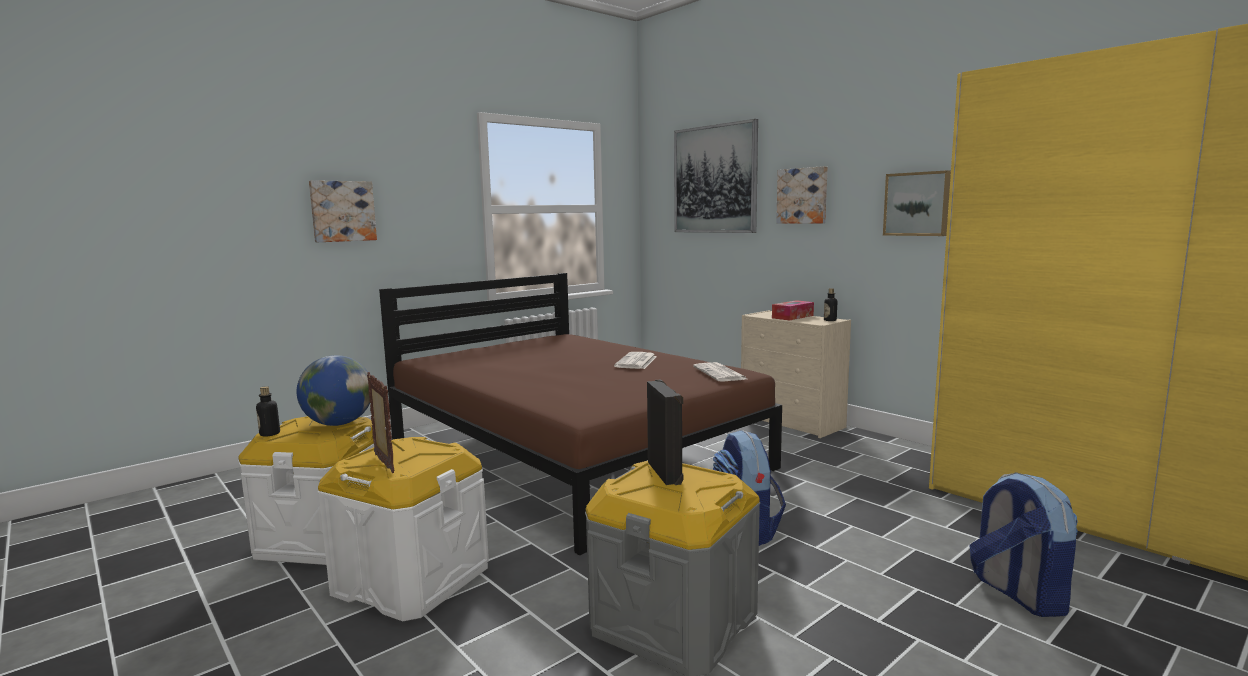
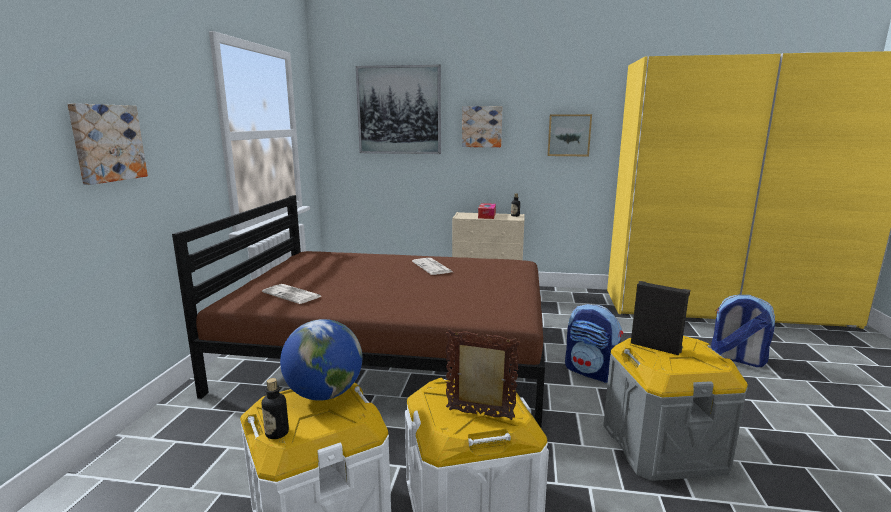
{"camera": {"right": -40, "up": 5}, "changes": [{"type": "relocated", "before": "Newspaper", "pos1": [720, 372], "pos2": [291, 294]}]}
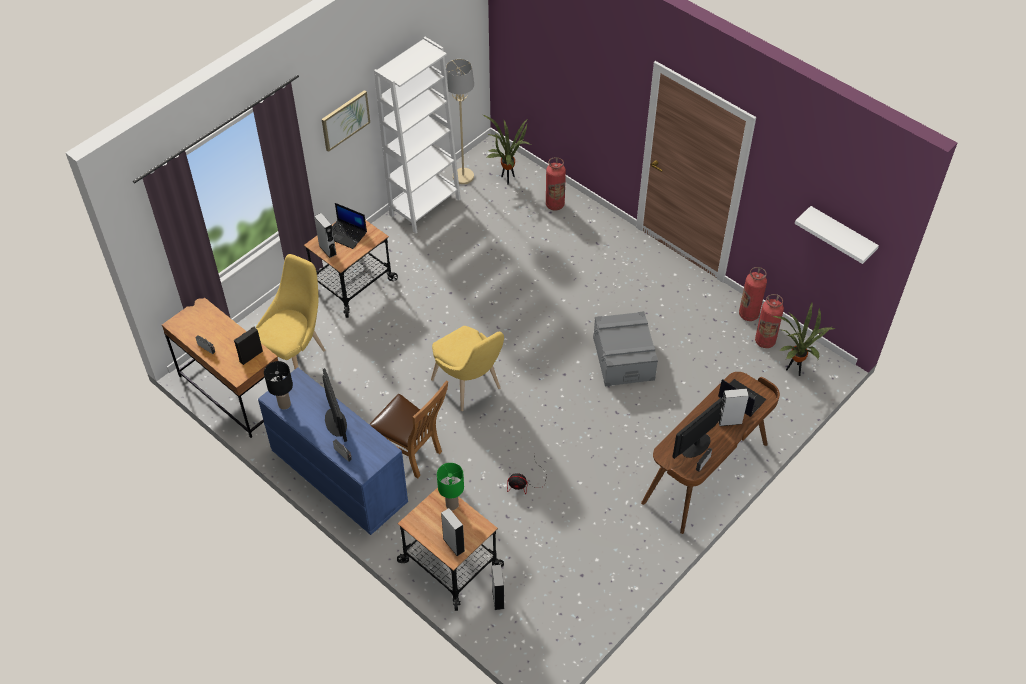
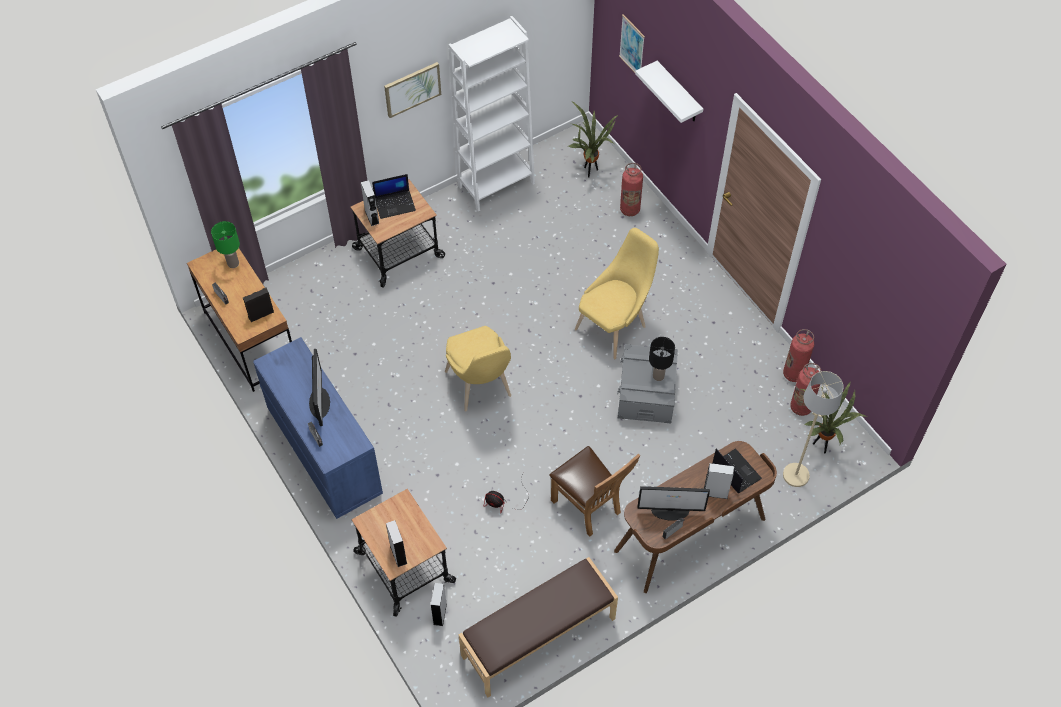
{"camera": {"right": 15, "up": 5}, "changes": [{"type": "relocated", "before": "SandColouredStandingLamp", "pos1": [460, 121], "pos2": [813, 429]}, {"type": "spun", "before": "NotebookComputer", "pos1": [349, 226], "pos2": [394, 196], "turn": -60}, {"type": "relocated", "before": "WhiteColouredShelf", "pos1": [836, 235], "pos2": [669, 92]}, {"type": "relocated", "before": "YellowishUprightChair", "pos1": [290, 311], "pos2": [617, 293]}, {"type": "relocated", "before": "BlackColouredTabletopLamp", "pos1": [278, 385], "pos2": [662, 359]}, {"type": "relocated", "before": "BrownUprightChair", "pos1": [408, 429], "pos2": [595, 491]}, {"type": "spun", "before": "Monitor", "pos1": [697, 428], "pos2": [674, 503], "turn": -150}, {"type": "relocated", "before": "GreenTabletopLamp", "pos1": [450, 486], "pos2": [225, 244]}, {"type": "appeared", "after": "WallArt", "pos2": [632, 43]}, {"type": "appeared", "after": "BrownLongSeat", "pos2": [538, 627]}]}
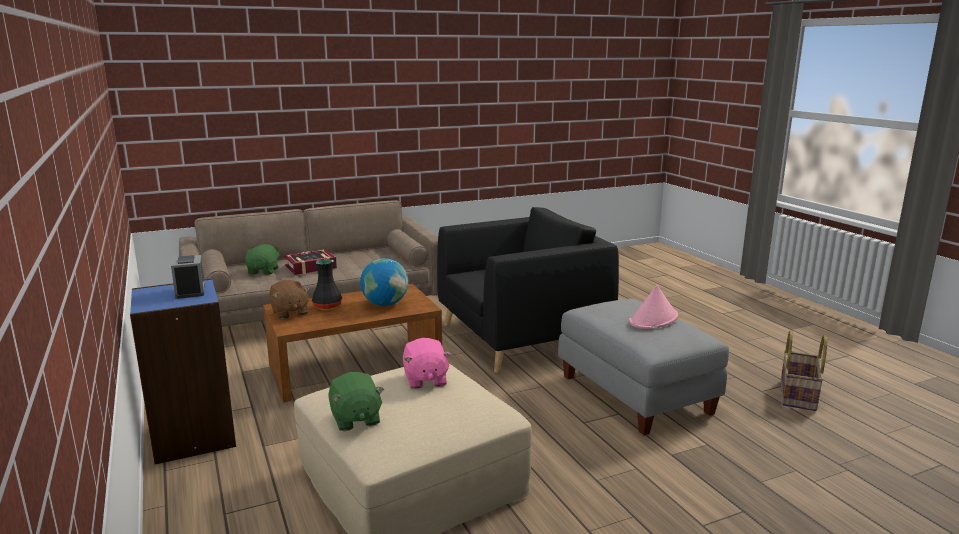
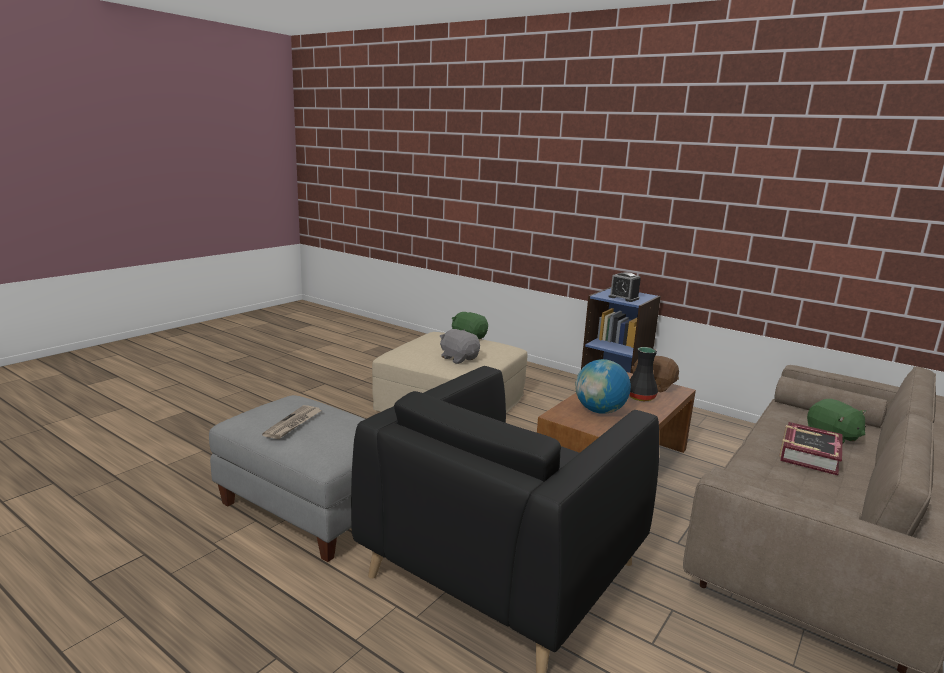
{"camera": {"right": 150, "up": 0}, "changes": [{"type": "exchanged", "before": "PinkishHat", "after": "Newspaper", "pos1": [653, 307], "pos2": [292, 422]}, {"type": "missing", "before": "StorageBasket", "pos1": [804, 371]}, {"type": "colour", "before": "PinkishPlushToy", "after": "GreyPlushToy", "pos1": [427, 363], "pos2": [459, 346]}]}
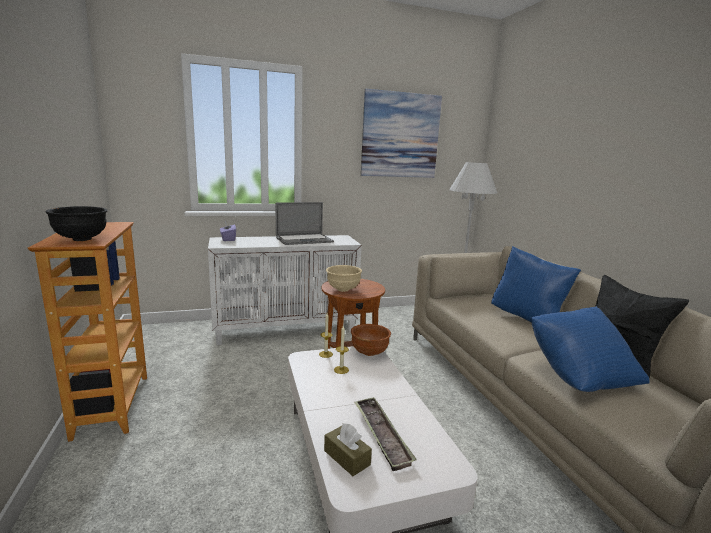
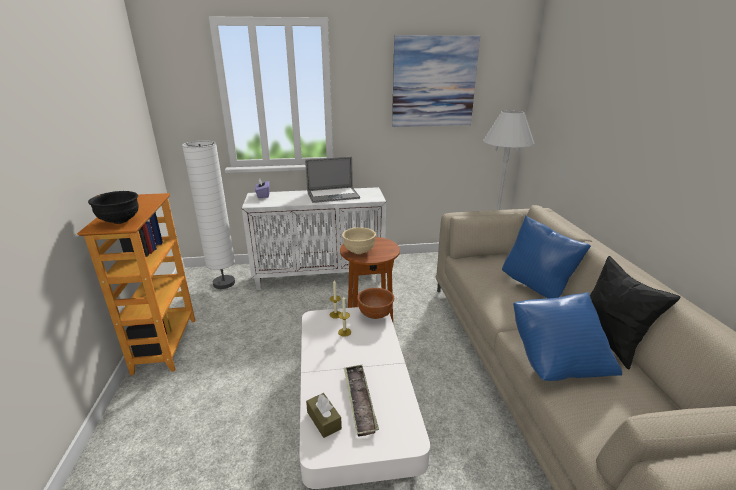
{"camera": {"right": 10, "up": 10}, "changes": [{"type": "appeared", "after": "WhiteColouredStandingLamp", "pos2": [208, 214]}]}
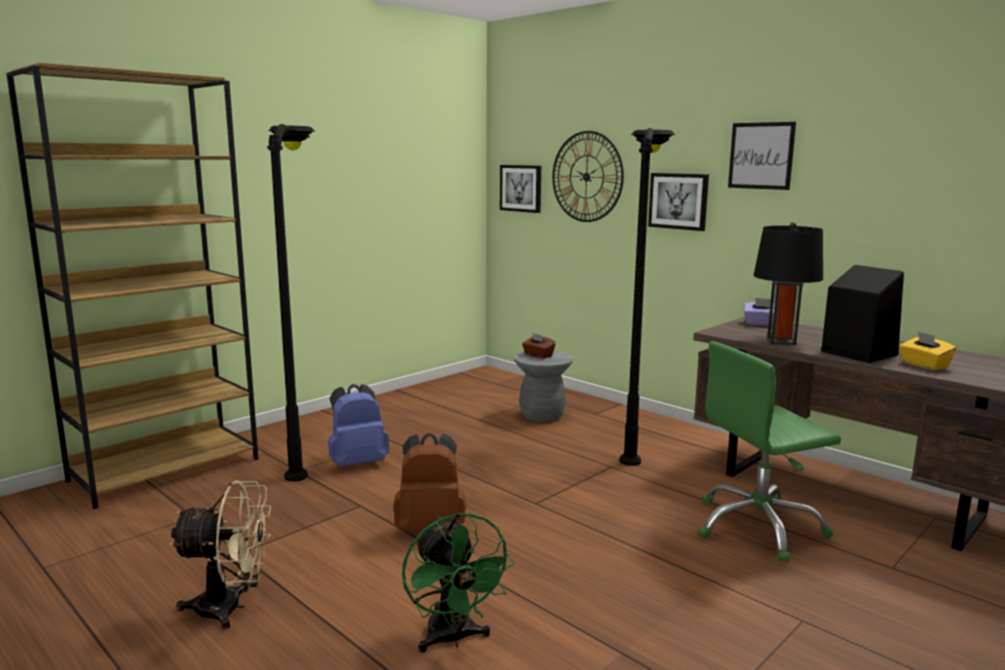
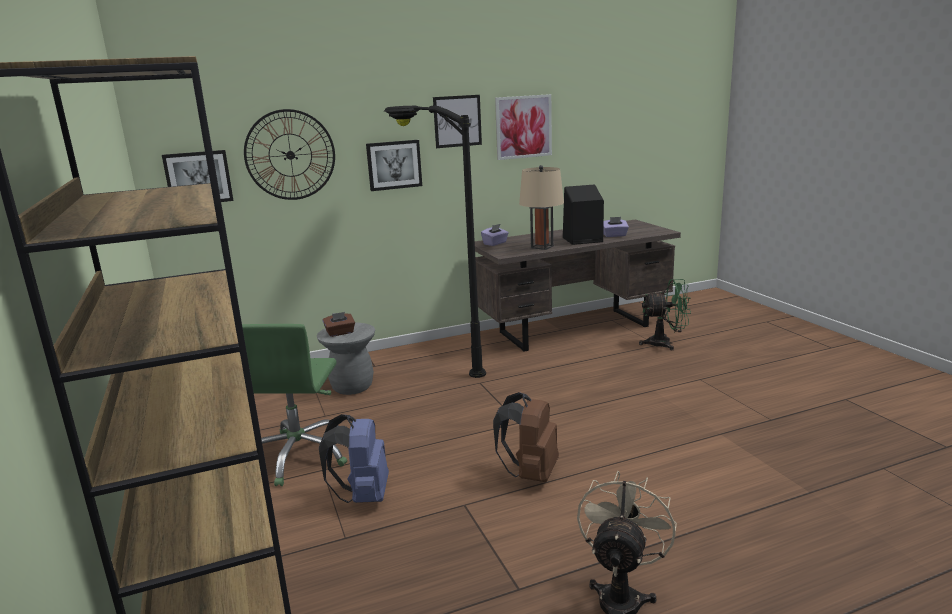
{"camera": {"right": -65, "up": 5}, "changes": [{"type": "missing", "before": "BlackColouredStandingLamp", "pos1": [291, 303]}, {"type": "colour", "before": "BlackColouredTabletopLamp", "after": "SandColouredTabletopLamp", "pos1": [788, 283], "pos2": [541, 207]}, {"type": "colour", "before": "YellowishBoxOfTissues", "after": "PurplishBoxOfTissues", "pos1": [927, 350], "pos2": [616, 227]}, {"type": "relocated", "before": "GreenComputerChair", "pos1": [769, 451], "pos2": [294, 405]}, {"type": "relocated", "before": "GreenElectricFan", "pos1": [458, 582], "pos2": [665, 314]}, {"type": "appeared", "after": "WallArt", "pos2": [523, 127]}]}
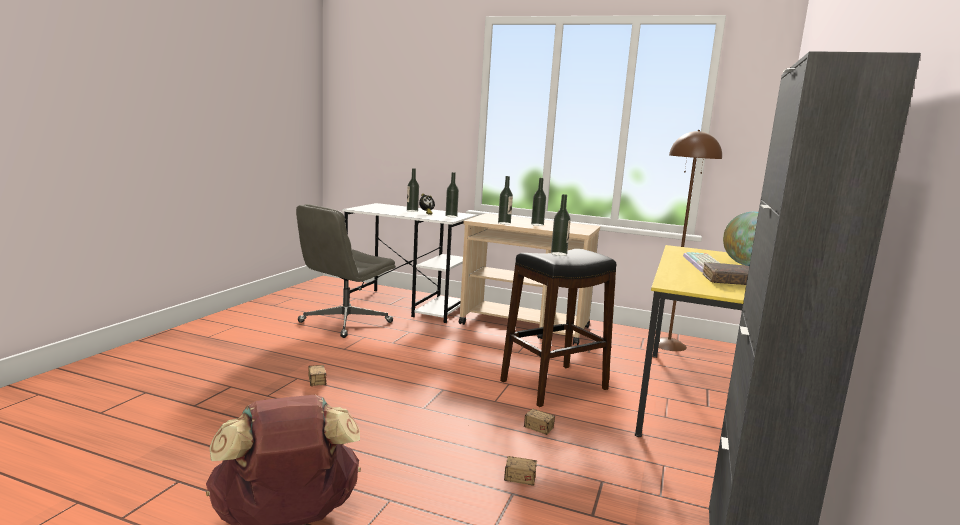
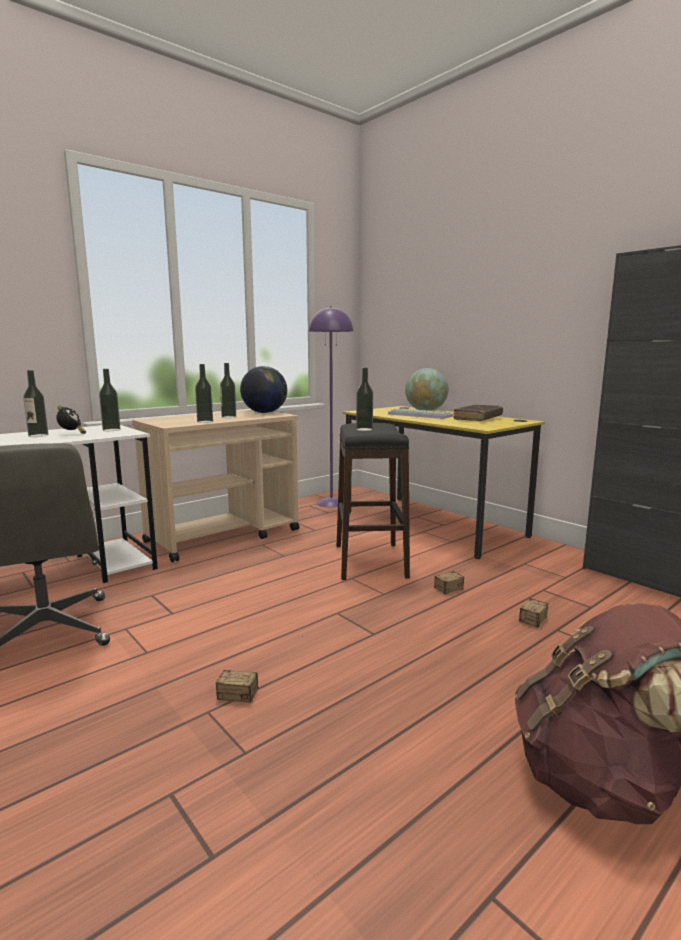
{"camera": {"right": -60, "up": 0}, "changes": [{"type": "colour", "before": "BrownStandingLamp", "after": "PurplishStandingLamp", "pos1": [688, 240], "pos2": [330, 406]}, {"type": "appeared", "after": "DeskGlobe", "pos2": [263, 389]}]}
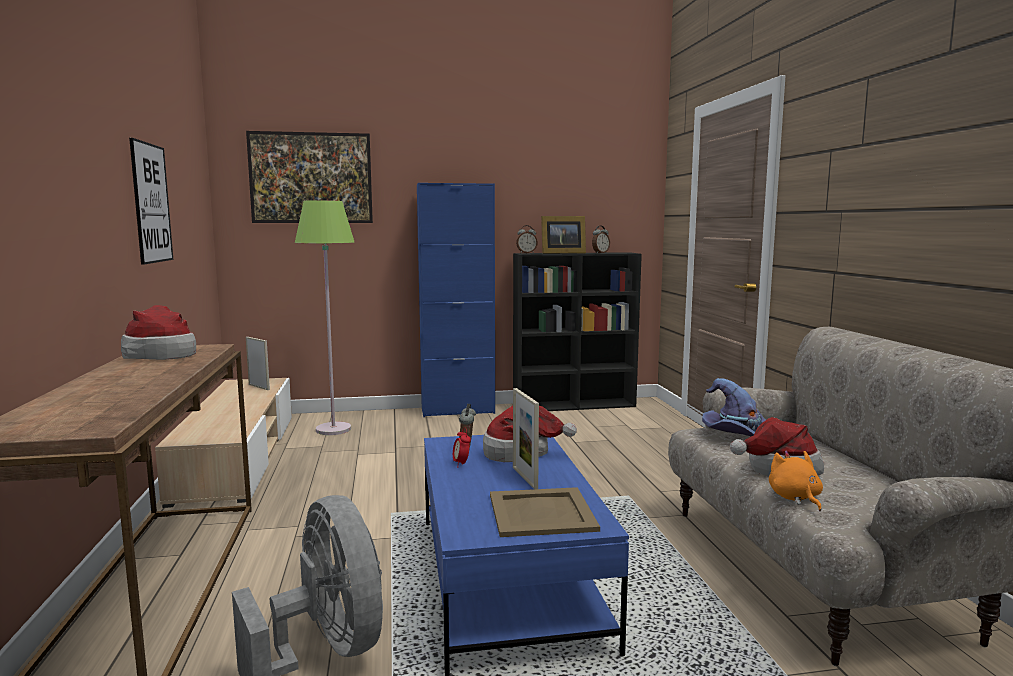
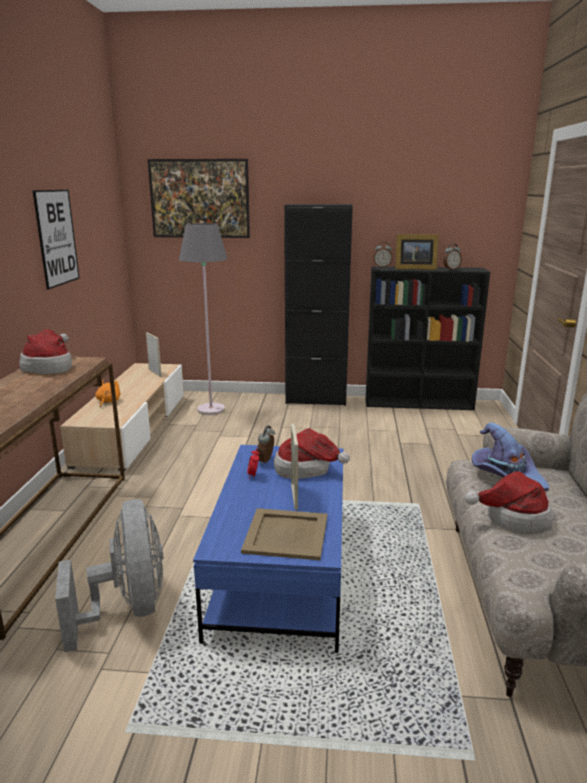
{"camera": {"right": 15, "up": 10}, "changes": [{"type": "colour", "before": "BluishCabinet", "after": "BlackColouredCabinet", "pos1": [456, 300], "pos2": [318, 305]}, {"type": "colour", "before": "GreenStandingLamp", "after": "GreyStandingLamp", "pos1": [324, 317], "pos2": [203, 319]}, {"type": "relocated", "before": "OrangeyPlushToy", "pos1": [796, 480], "pos2": [108, 393]}]}
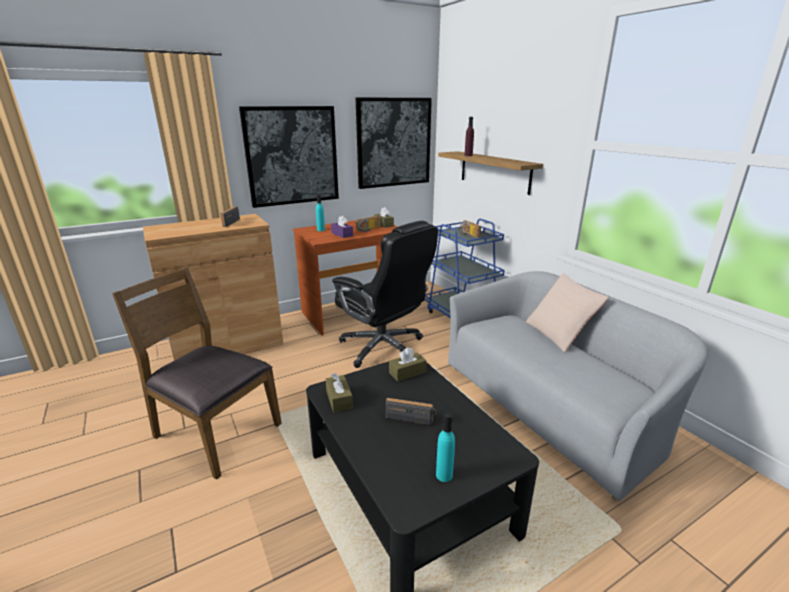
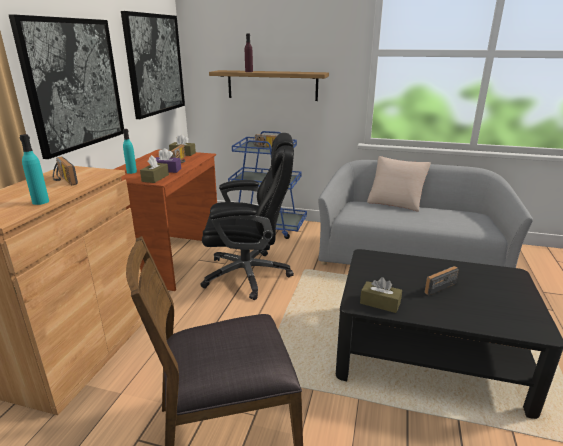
{"camera": {"right": -45, "up": 0}, "changes": [{"type": "relocated", "before": "BrownBoxOfTissues", "pos1": [408, 364], "pos2": [154, 169]}, {"type": "relocated", "before": "TurquoiseDrinkBottle", "pos1": [445, 447], "pos2": [34, 169]}]}
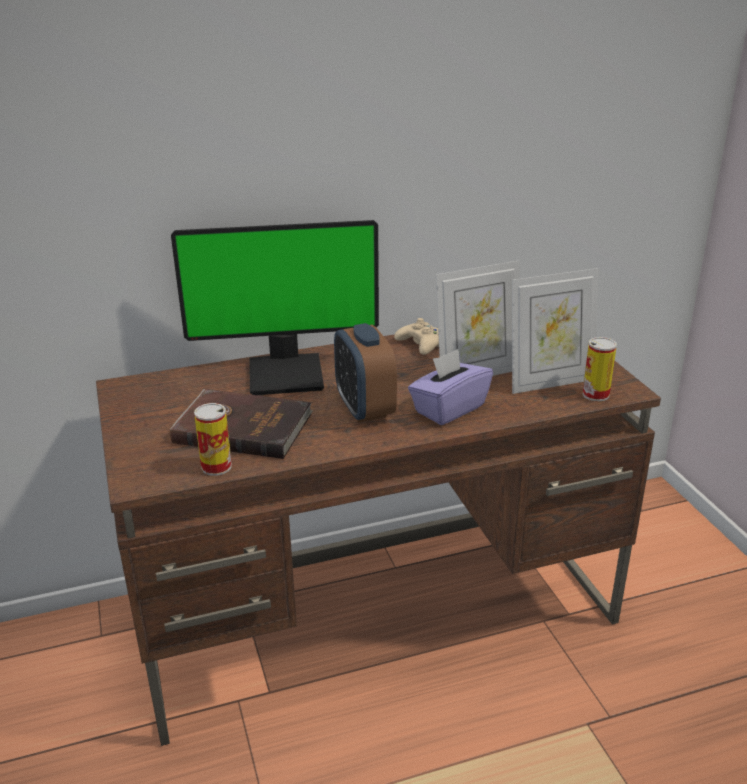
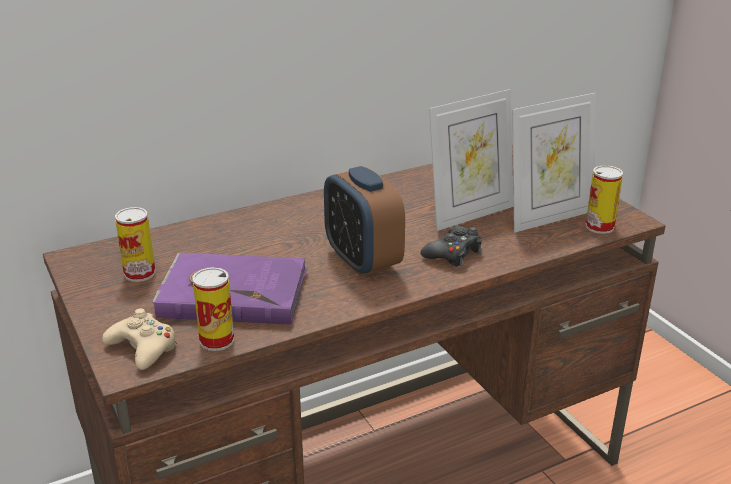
{"camera": {"right": -10, "up": 0}, "changes": [{"type": "missing", "before": "Monitor", "pos1": [275, 307]}, {"type": "relocated", "before": "SandColouredGamepad", "pos1": [416, 336], "pos2": [139, 339]}, {"type": "exchanged", "before": "PurplishBoxOfTissues", "after": "BlackColouredGamepad", "pos1": [450, 387], "pos2": [451, 246]}, {"type": "colour", "before": "BrownBoundBook", "after": "PurplishBoundBook", "pos1": [241, 424], "pos2": [230, 289]}, {"type": "appeared", "after": "Can", "pos2": [135, 244]}]}
